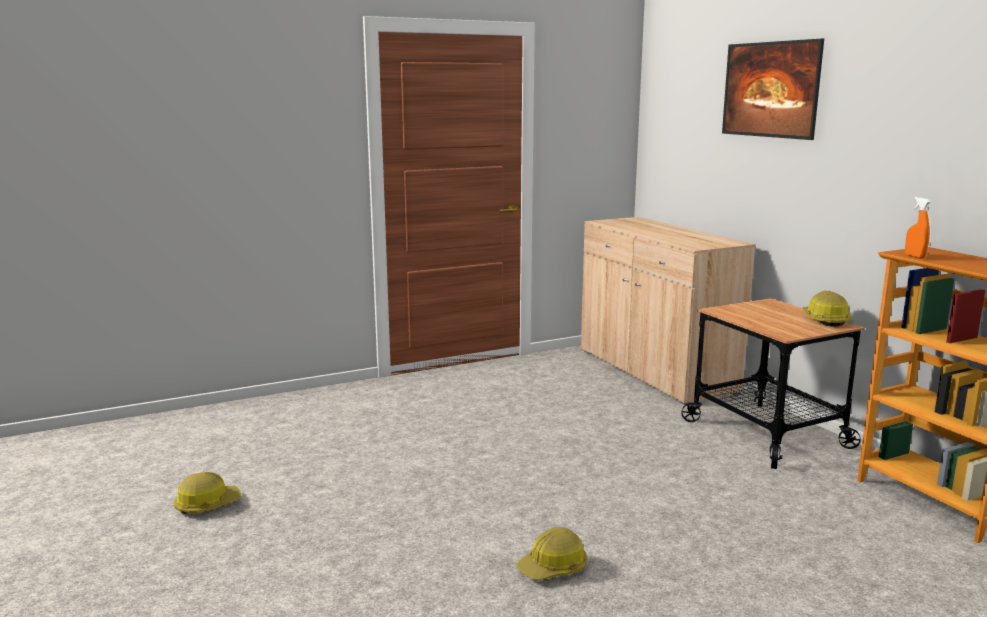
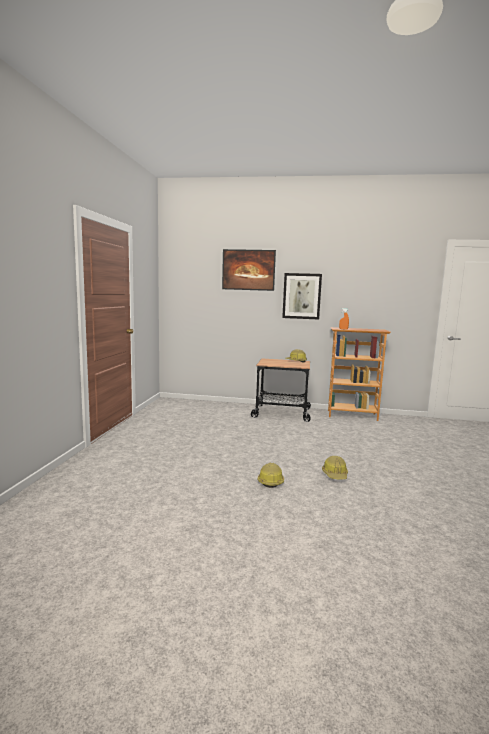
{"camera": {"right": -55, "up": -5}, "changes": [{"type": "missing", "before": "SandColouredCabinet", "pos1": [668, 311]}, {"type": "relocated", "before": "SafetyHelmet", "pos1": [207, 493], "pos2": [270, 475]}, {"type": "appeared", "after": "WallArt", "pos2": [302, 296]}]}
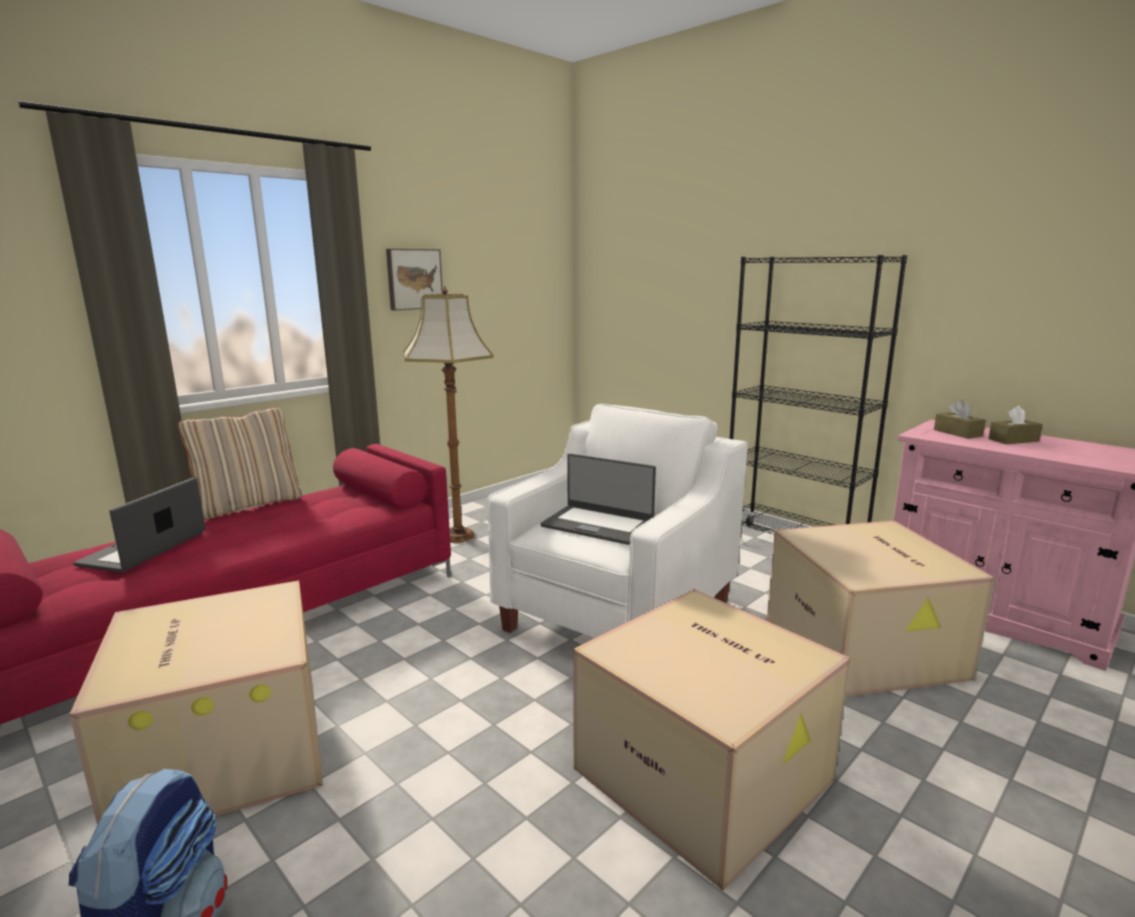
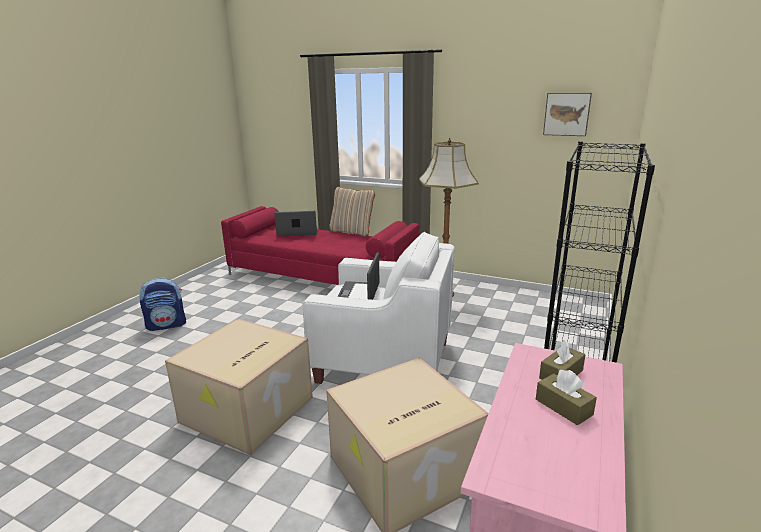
{"camera": {"right": 70, "up": 5}, "changes": [{"type": "relocated", "before": "WallArt", "pos1": [414, 280], "pos2": [567, 114]}, {"type": "missing", "before": "Carton", "pos1": [196, 702]}]}
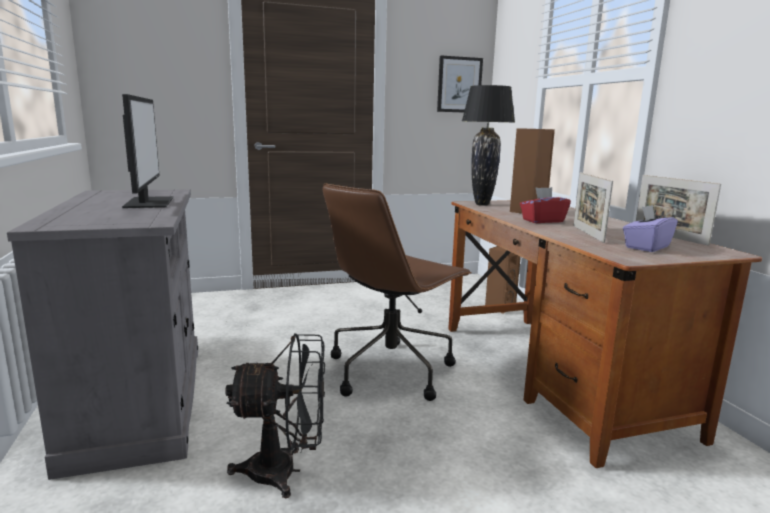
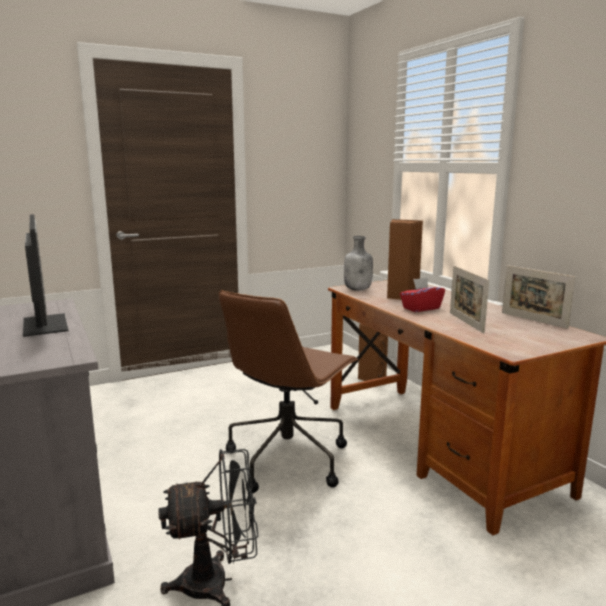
{"camera": {"right": -10, "up": 0}, "changes": [{"type": "missing", "before": "WallArt", "pos1": [460, 83]}, {"type": "exchanged", "before": "BlackColouredTabletopLamp", "after": "GreyDrinkBottle", "pos1": [488, 145], "pos2": [358, 263]}, {"type": "missing", "before": "PurplishBoxOfTissues", "pos1": [650, 228]}]}
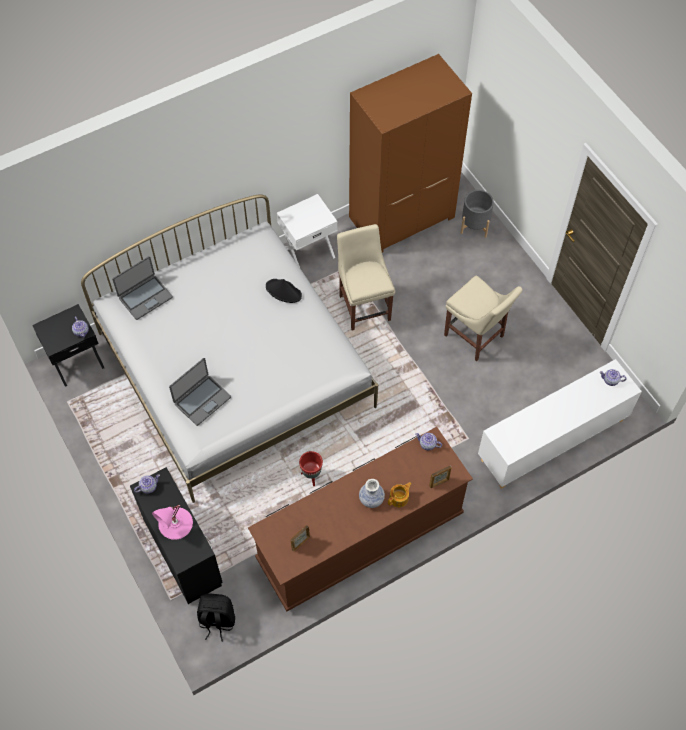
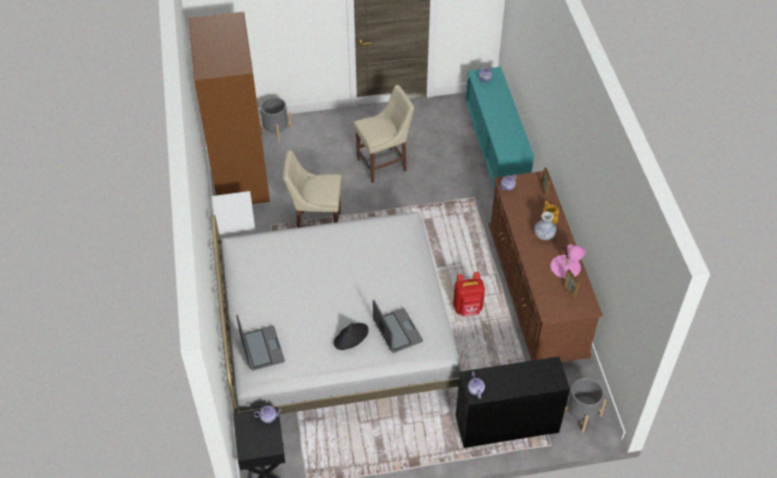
{"camera": {"right": -70, "up": -10}, "changes": [{"type": "relocated", "before": "BlackColouredHat", "pos1": [284, 291], "pos2": [351, 336]}, {"type": "colour", "before": "WhiteColouredCabinet", "after": "TurquoiseCabinet", "pos1": [560, 424], "pos2": [500, 129]}, {"type": "exchanged", "before": "ReddishFlowerPot", "after": "ReddishRucksack", "pos1": [311, 468], "pos2": [469, 294]}, {"type": "relocated", "before": "PinkishTabletopLamp", "pos1": [172, 522], "pos2": [568, 261]}, {"type": "exchanged", "before": "BlackColouredRucksack", "after": "GreyFlowerPot", "pos1": [216, 617], "pos2": [585, 405]}]}
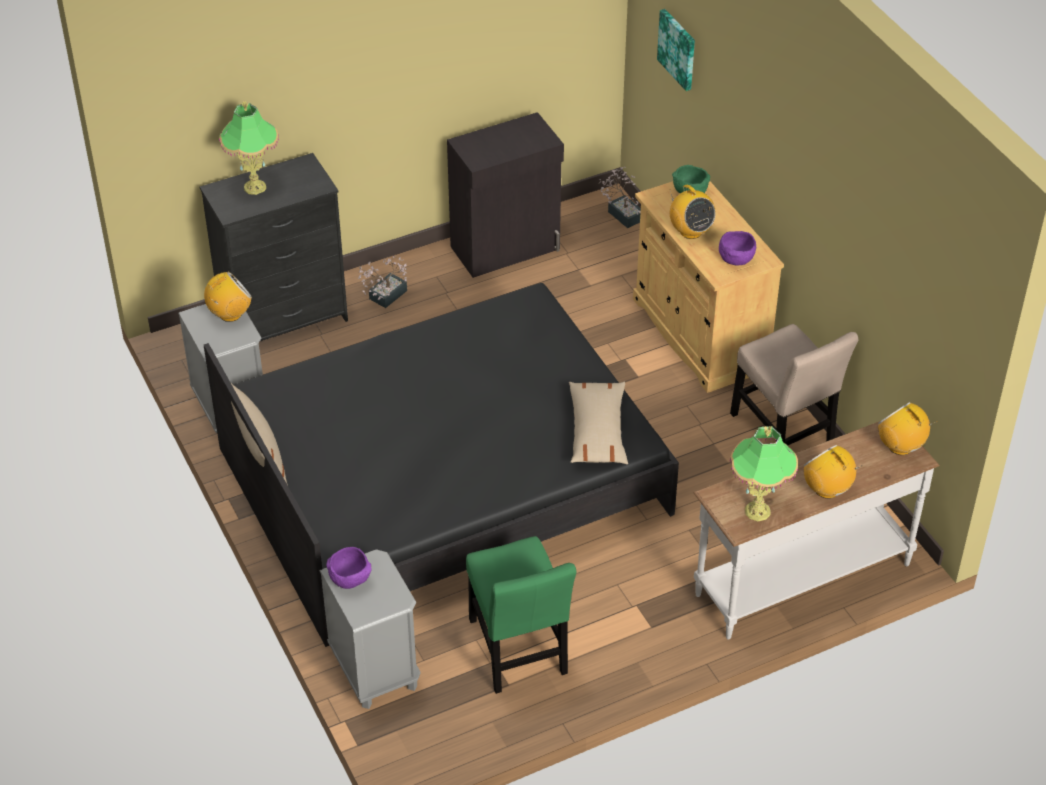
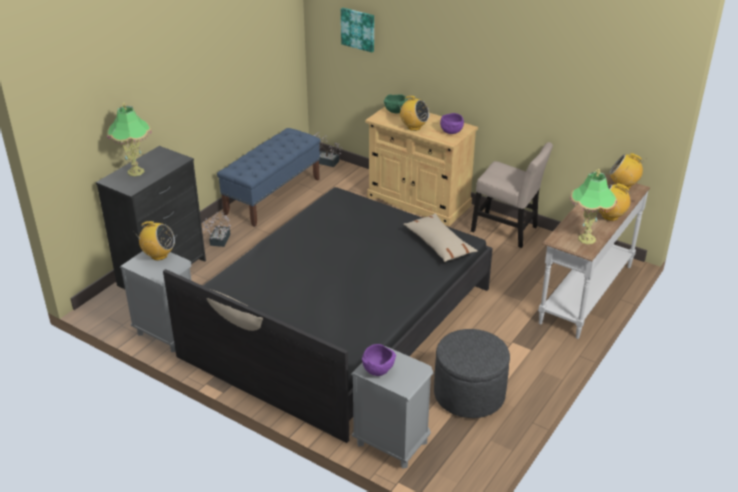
{"camera": {"right": -30, "up": -10}, "changes": [{"type": "exchanged", "before": "BlackColouredCabinet", "after": "BluishLongSeat", "pos1": [505, 195], "pos2": [268, 177]}, {"type": "spun", "before": "RadioSet", "pos1": [228, 297], "pos2": [154, 240], "turn": 75}, {"type": "exchanged", "before": "GreenUprightChair", "after": "GreyOttoman", "pos1": [521, 615], "pos2": [472, 373]}]}
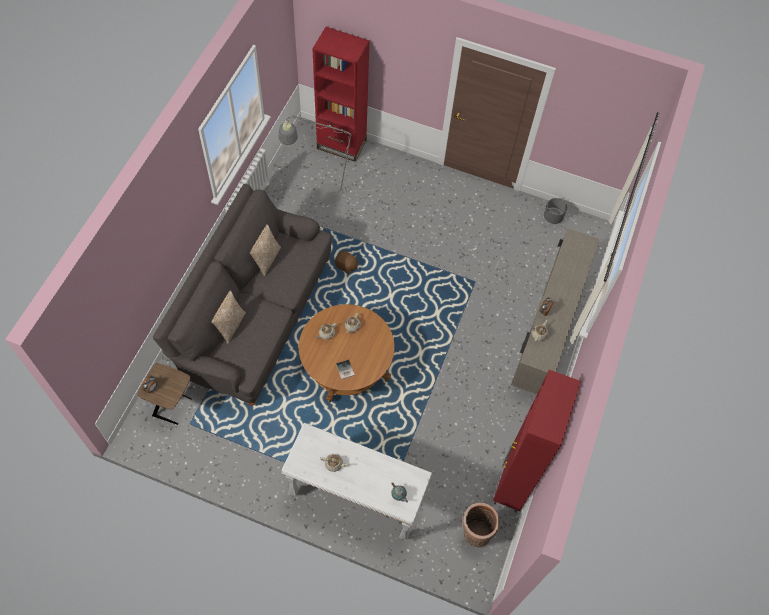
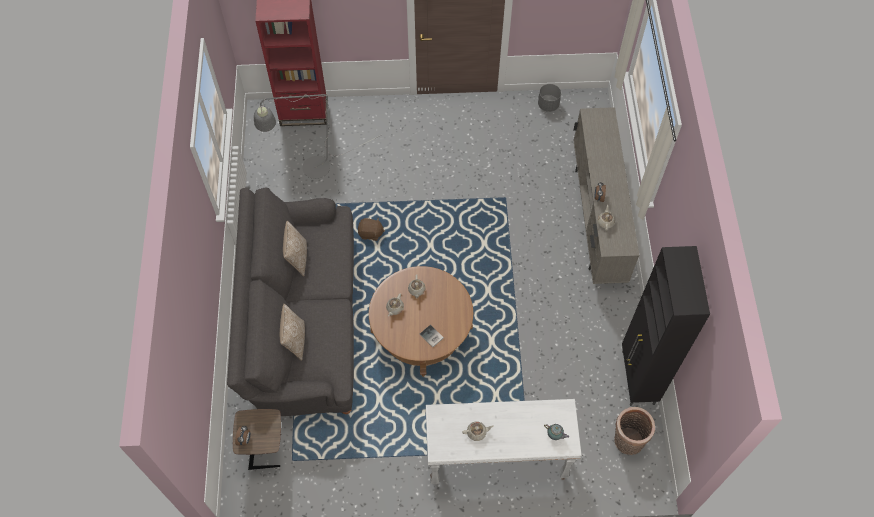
{"camera": {"right": -20, "up": 0}, "changes": [{"type": "colour", "before": "ReddishCabinet", "after": "BlackColouredCabinet", "pos1": [537, 441], "pos2": [666, 326]}]}
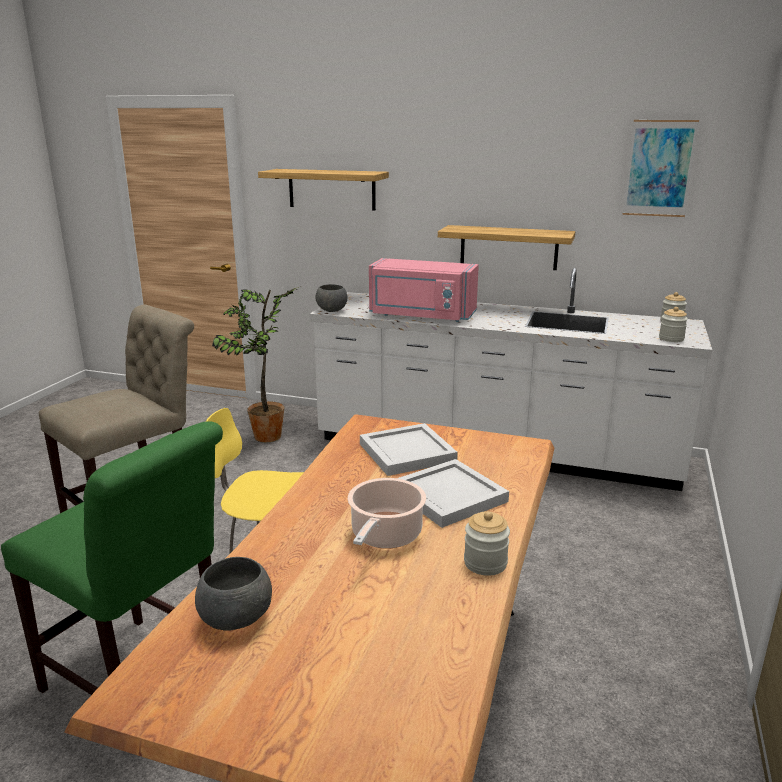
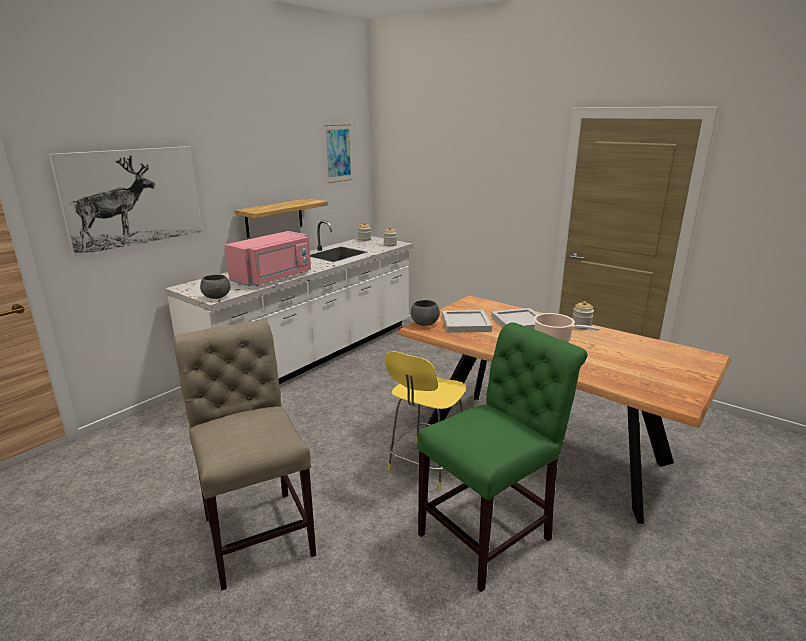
{"camera": {"right": -70, "up": 0}, "changes": [{"type": "exchanged", "before": "Shelf", "after": "WallArt", "pos1": [323, 189], "pos2": [125, 201]}, {"type": "missing", "before": "Houseplant", "pos1": [255, 364]}, {"type": "relocated", "before": "GreyBowl", "pos1": [233, 594], "pos2": [425, 313]}]}
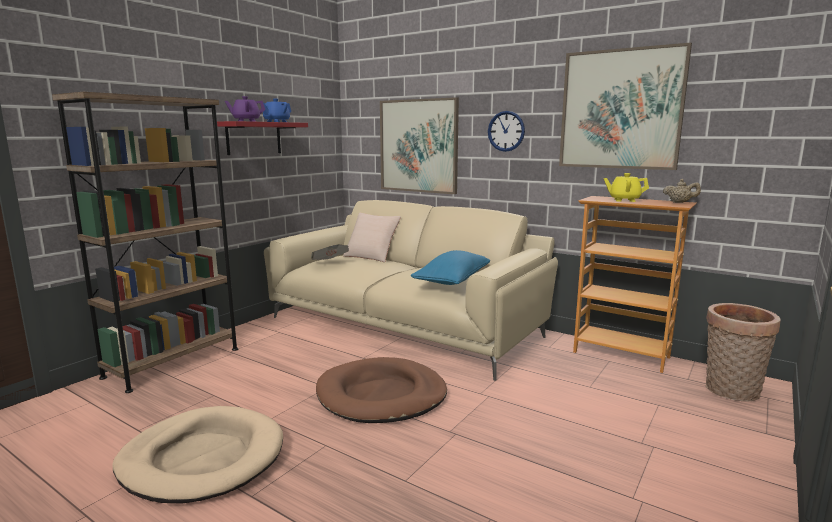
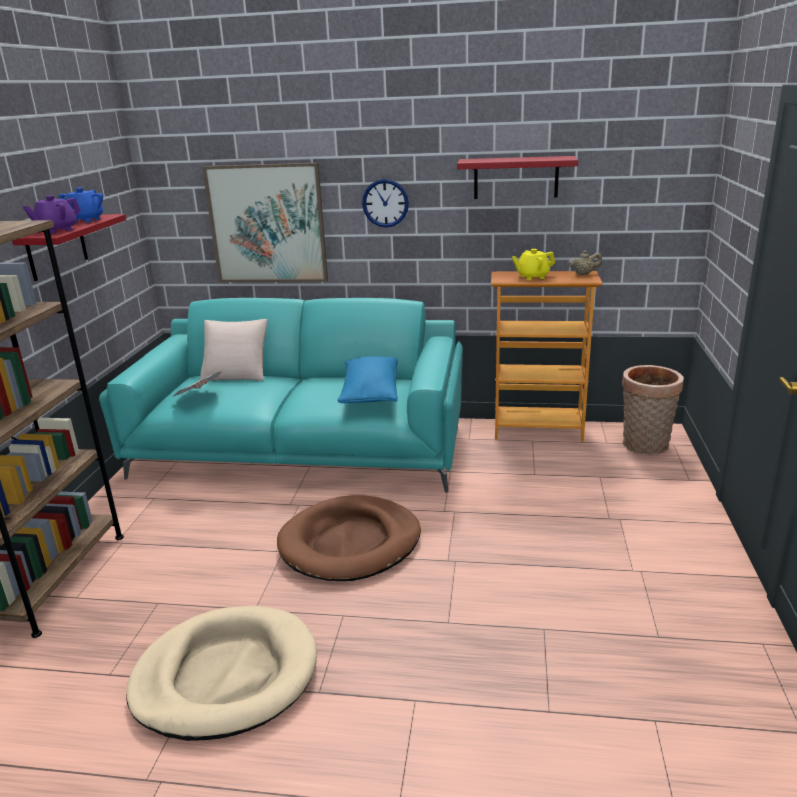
{"camera": {"right": -25, "up": 10}, "changes": [{"type": "exchanged", "before": "WallArt", "after": "ReddishShelf", "pos1": [625, 106], "pos2": [517, 177]}, {"type": "colour", "before": "SandColouredSettee", "after": "TurquoiseSettee", "pos1": [411, 290], "pos2": [281, 395]}]}
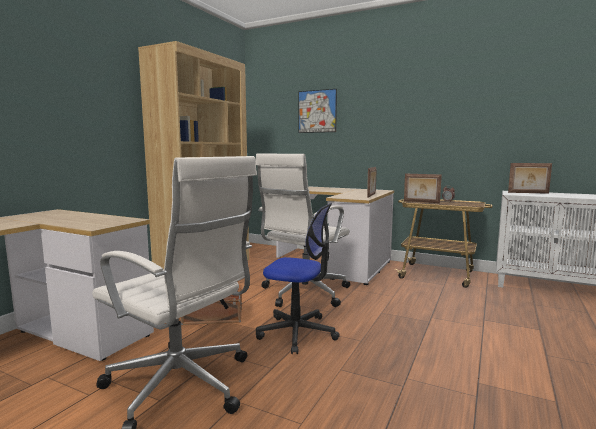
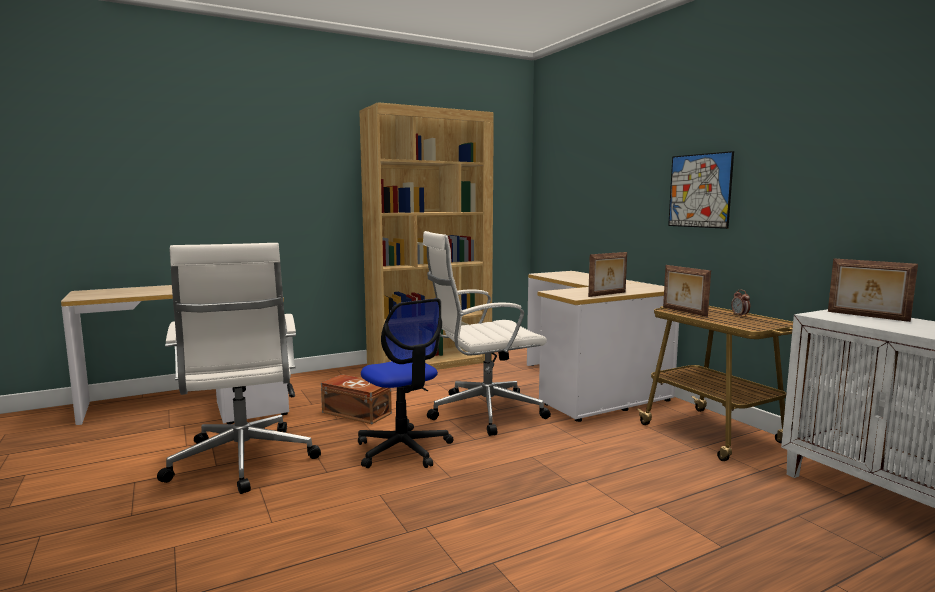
{"camera": {"right": 35, "up": 0}, "changes": [{"type": "relocated", "before": "WallArt", "pos1": [317, 111], "pos2": [701, 190]}]}
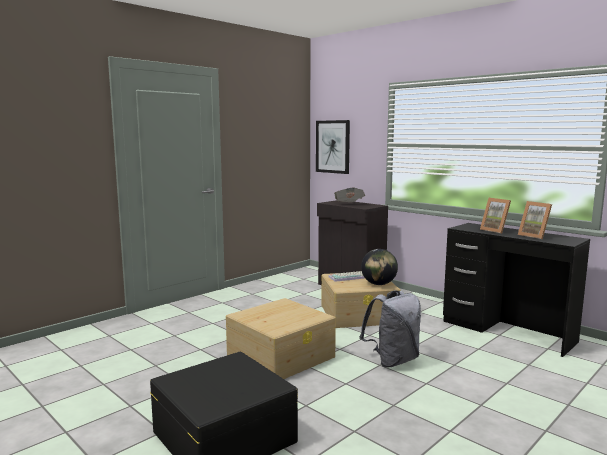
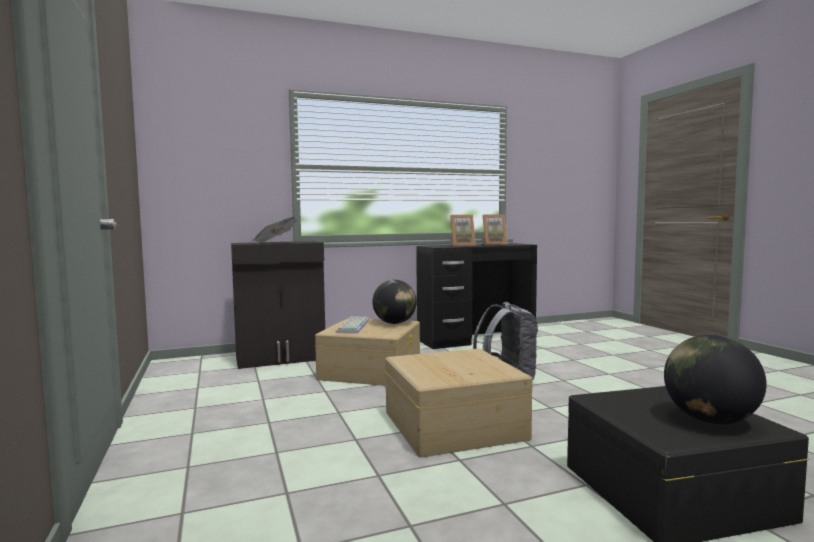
{"camera": {"right": -65, "up": -5}, "changes": [{"type": "missing", "before": "WallArt", "pos1": [333, 147]}, {"type": "appeared", "after": "DeskGlobe", "pos2": [715, 379]}]}
